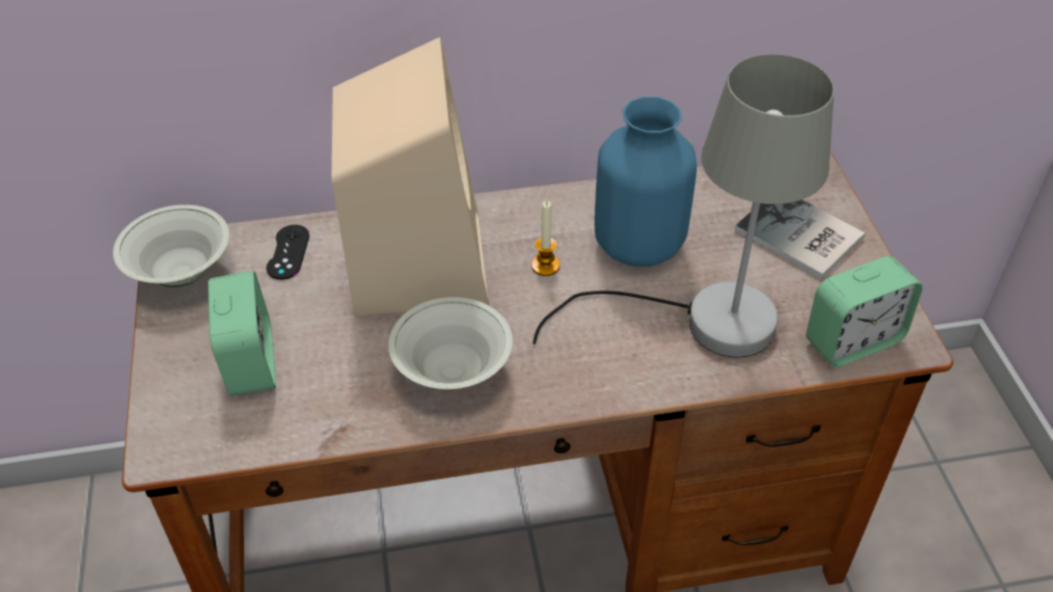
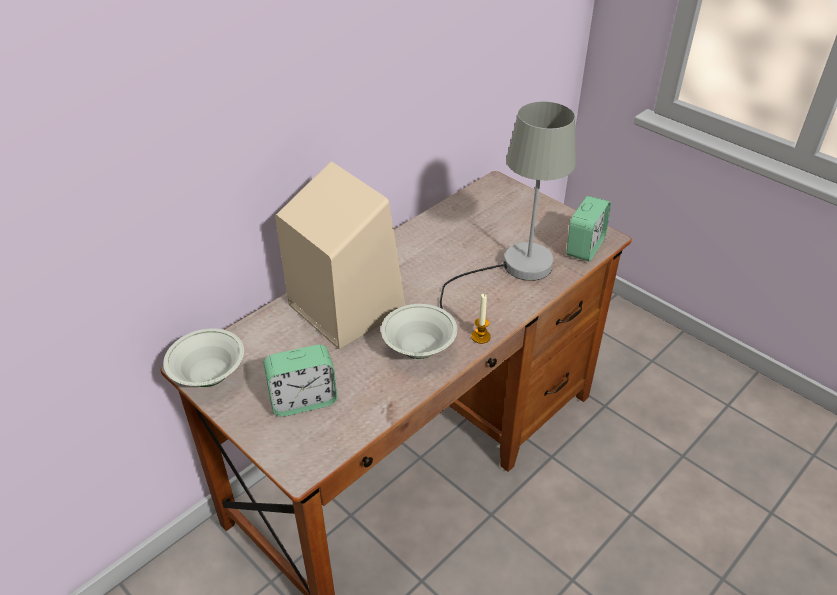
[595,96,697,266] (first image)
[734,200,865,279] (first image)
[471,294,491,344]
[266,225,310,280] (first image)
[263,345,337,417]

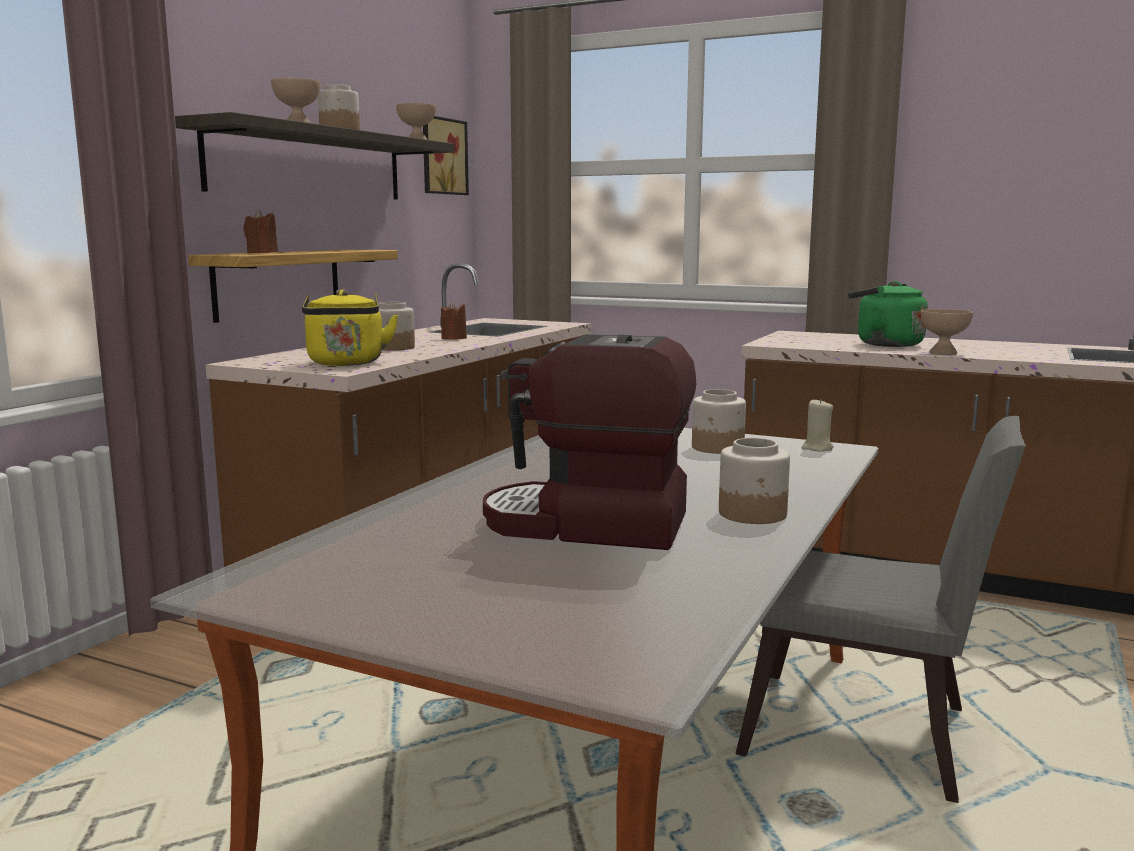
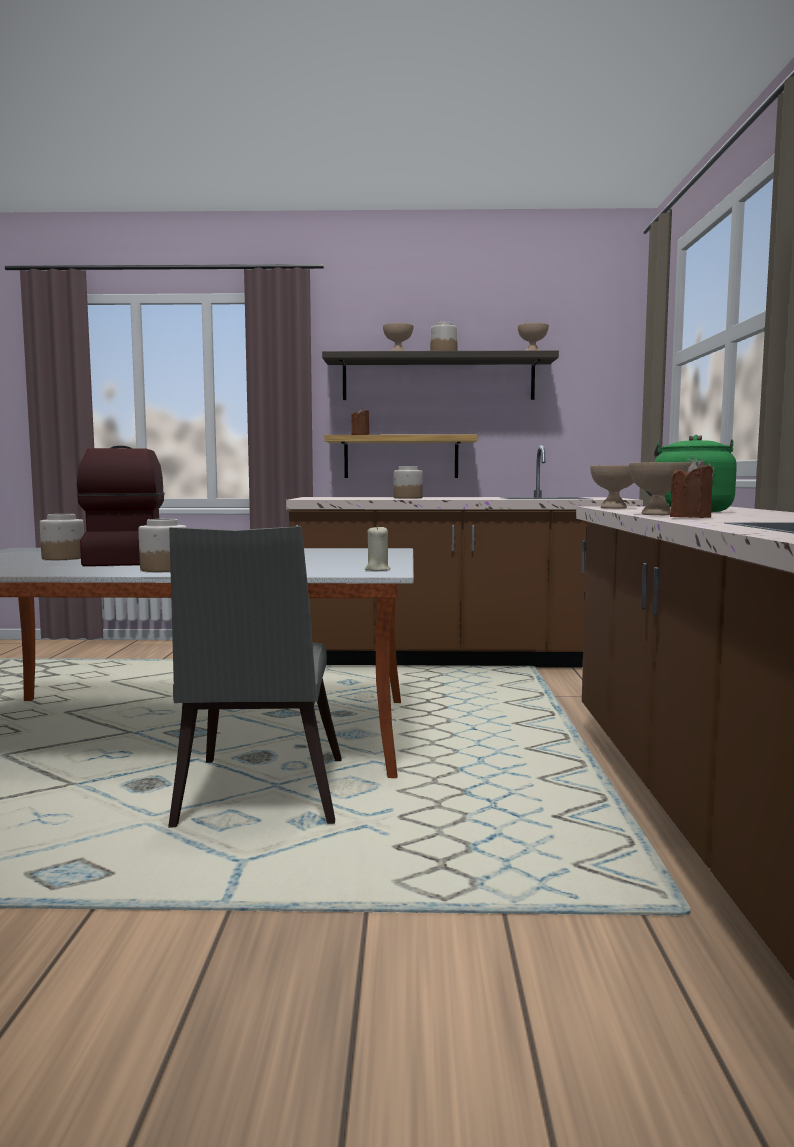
[423,116,469,195] (first image)
[302,290,398,366] (first image)
[670,462,713,518]
[40,514,84,560]
[590,465,634,508]

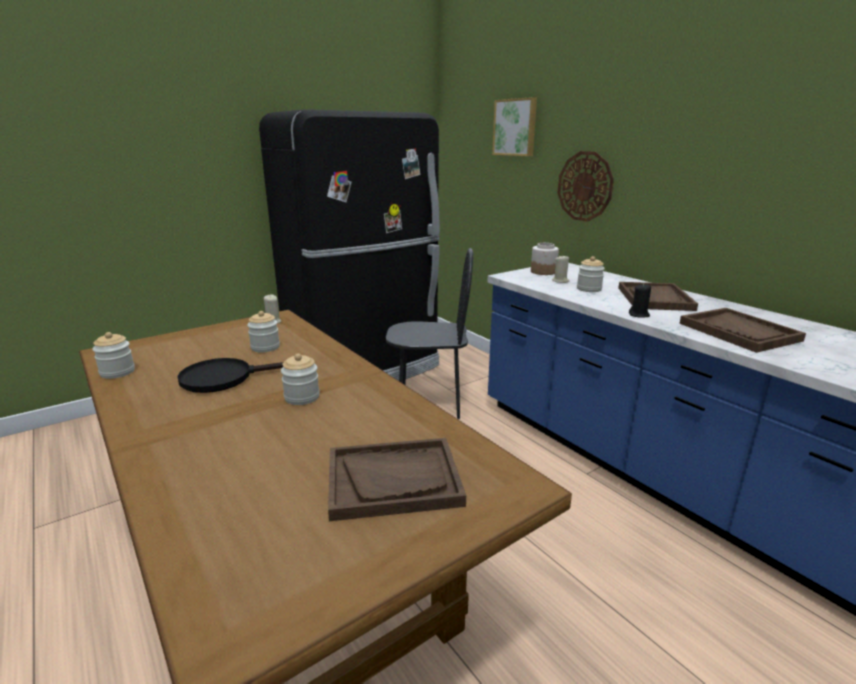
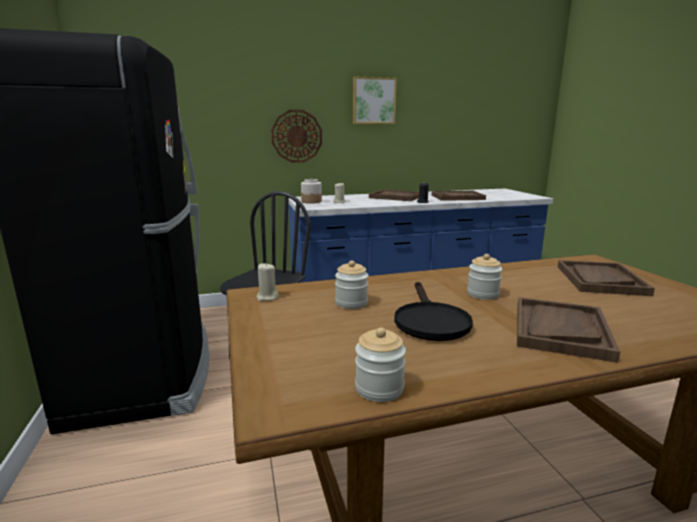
[353,77,397,124]
[577,256,605,292] (first image)
[517,297,620,363]

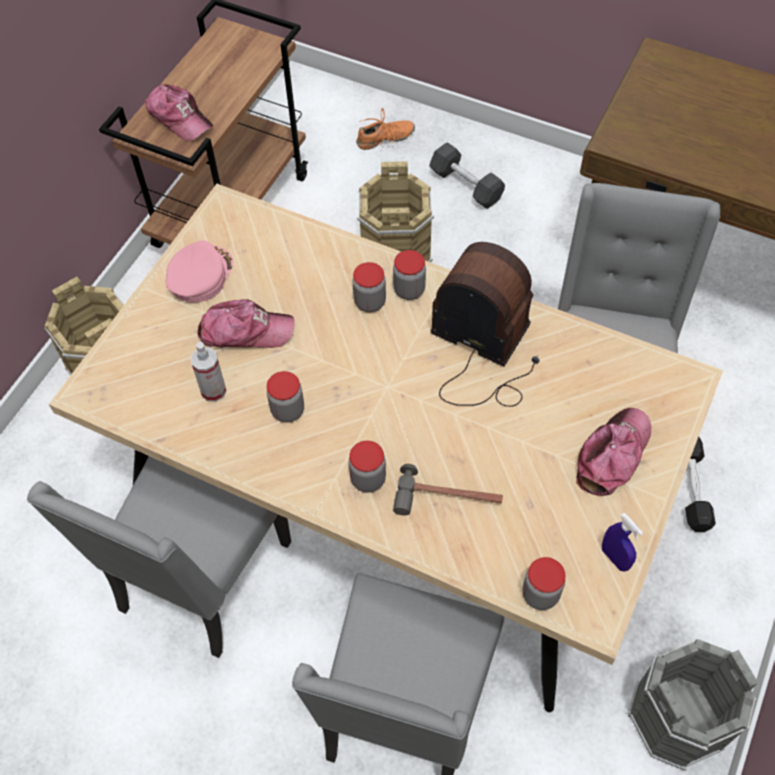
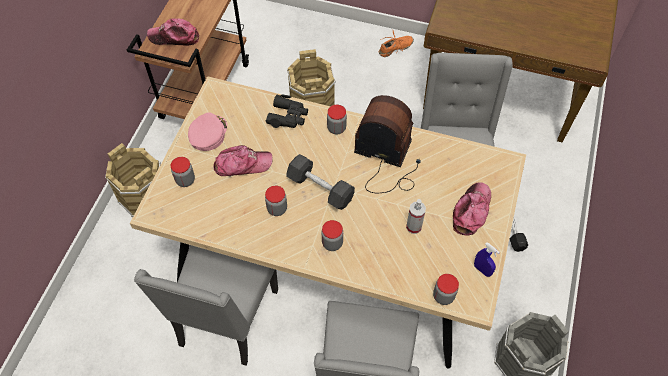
[147,18,199,46]
[379,31,414,57]
[286,154,355,210]
[171,157,195,187]
[406,199,426,234]
[393,464,503,516] (first image)
[266,94,308,128]

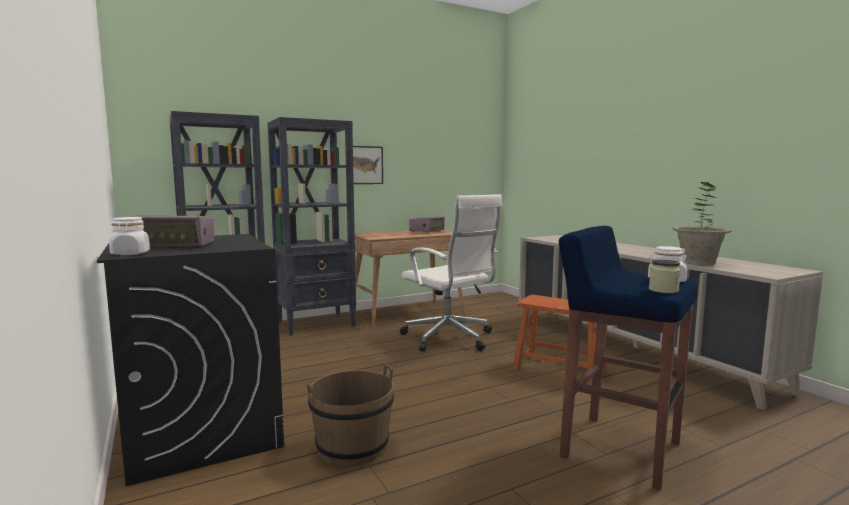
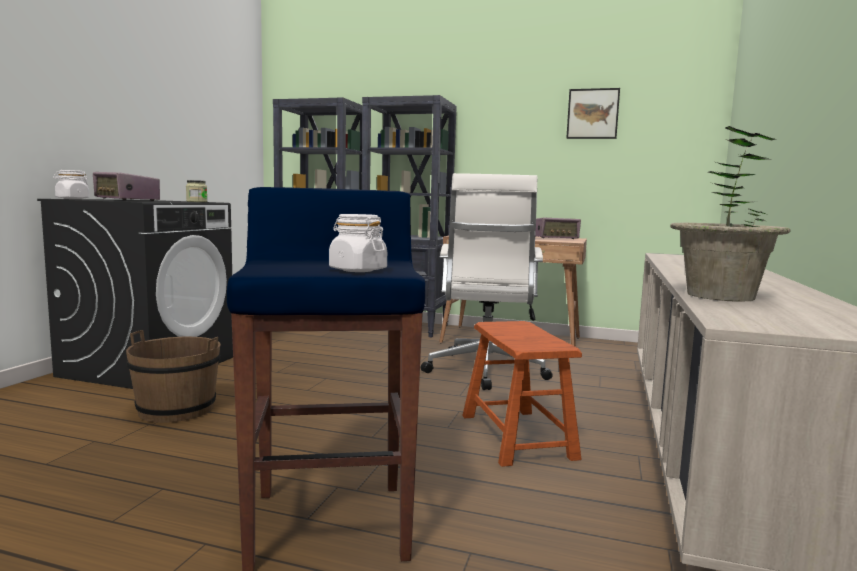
[566,88,620,139]
[186,180,207,202]

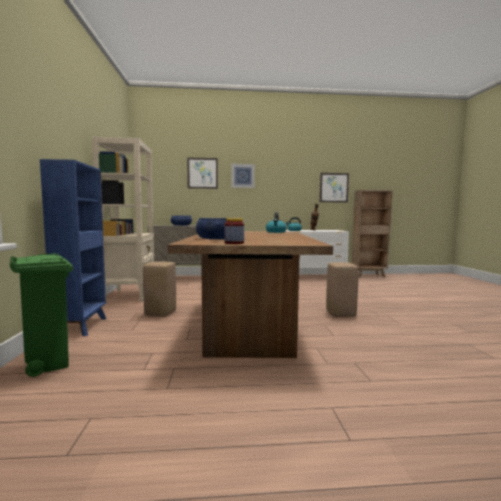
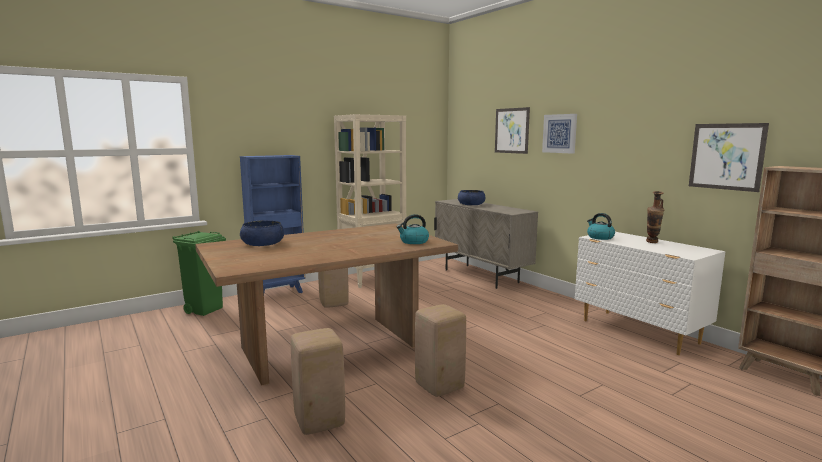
[225,218,244,244] (first image)
[291,328,345,435]

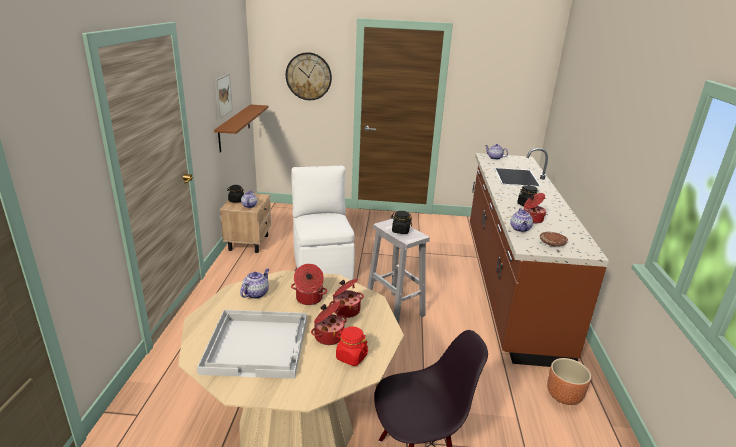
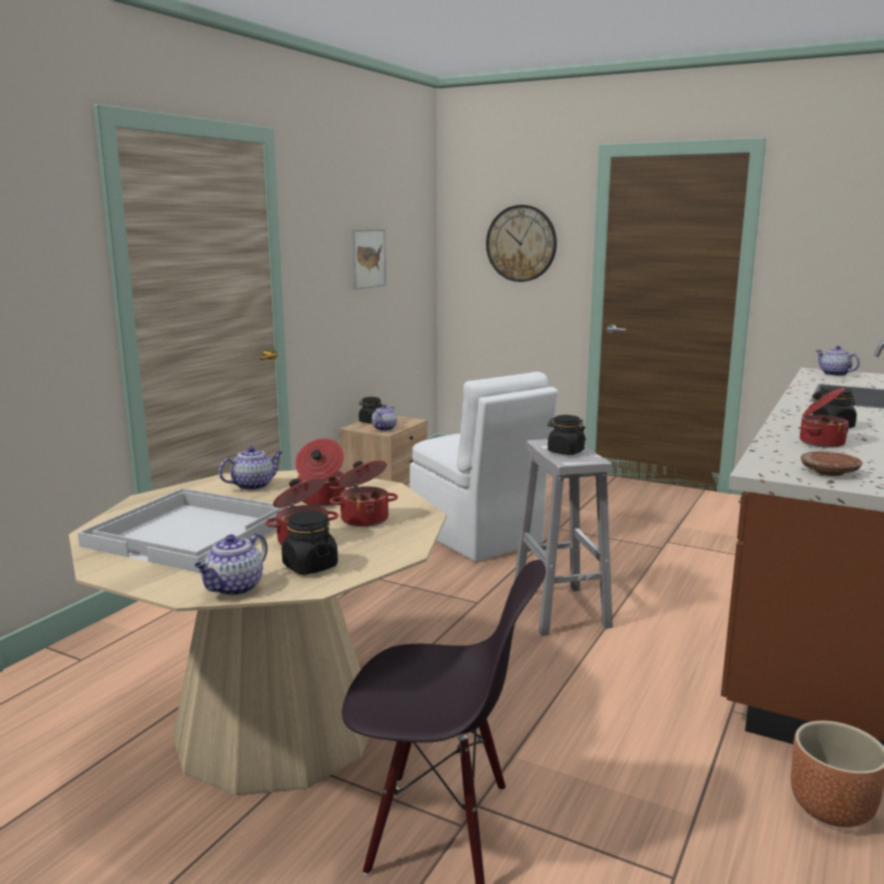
[214,104,269,153] (first image)
[410,372,558,562]
[195,533,268,596]
[282,510,338,575]

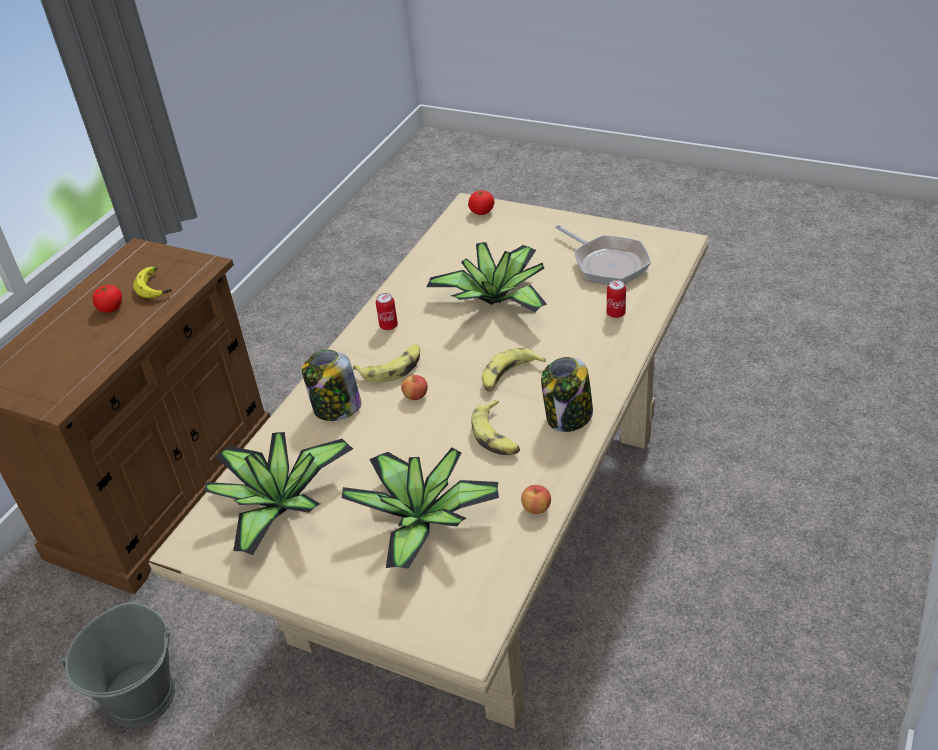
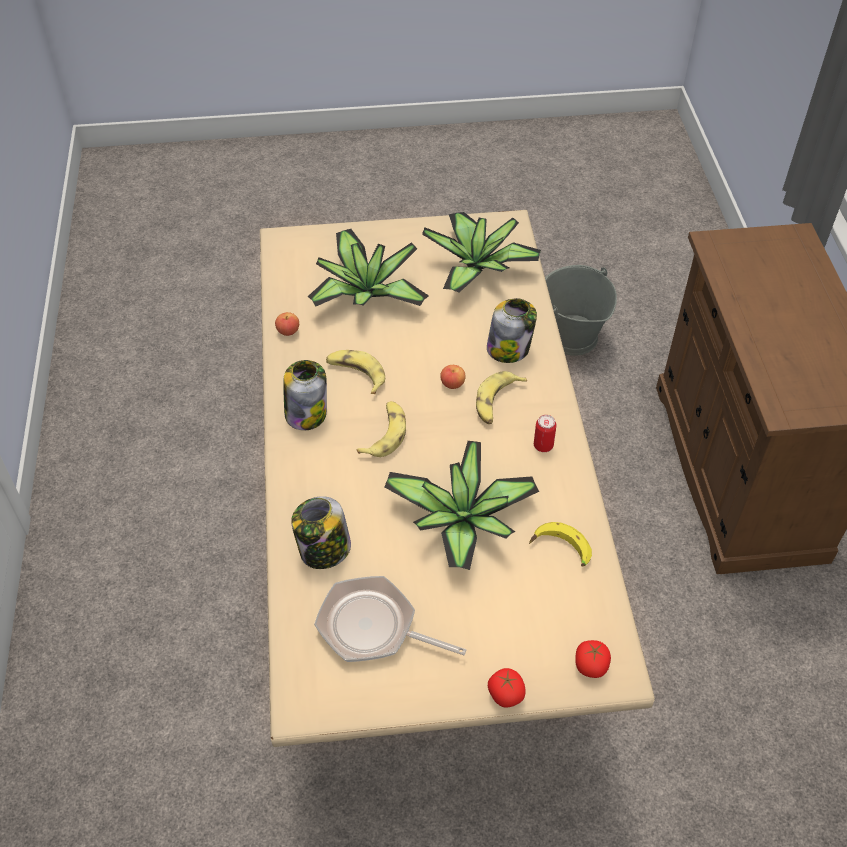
[529,522,592,566]
[291,496,351,569]
[488,668,526,708]

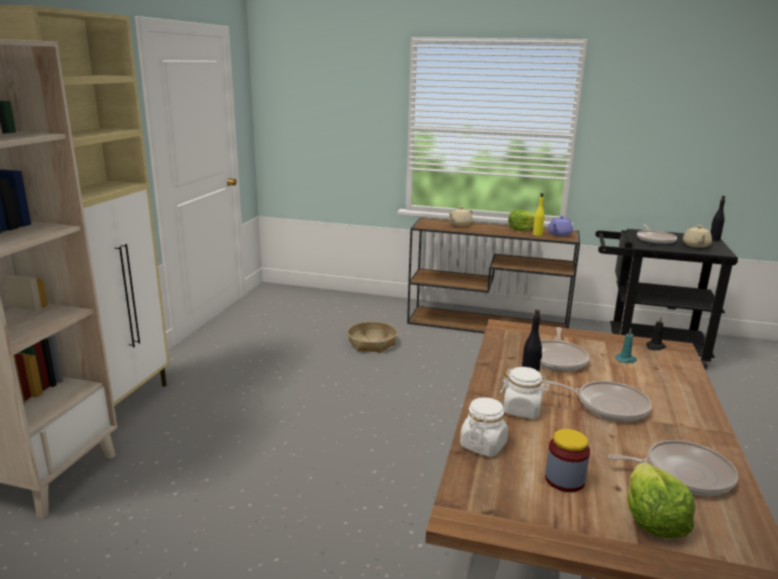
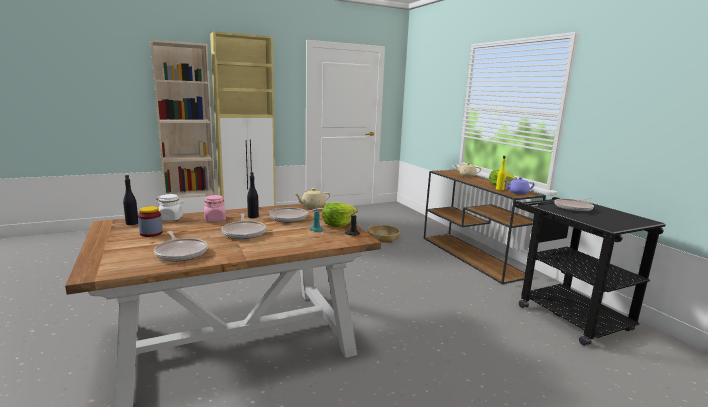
[123,175,138,225]
[295,188,330,208]
[204,195,226,222]
[322,202,357,227]

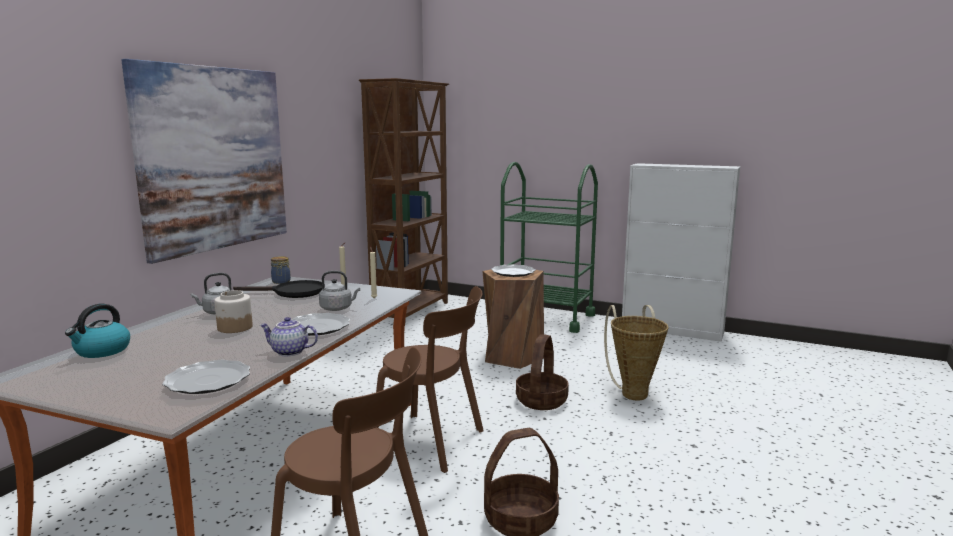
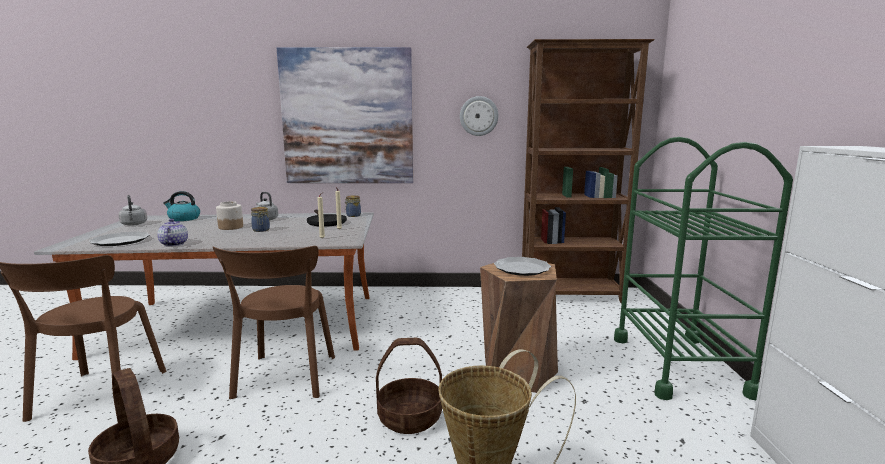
[118,195,147,226]
[291,313,350,336] (first image)
[460,96,498,136]
[251,207,270,232]

